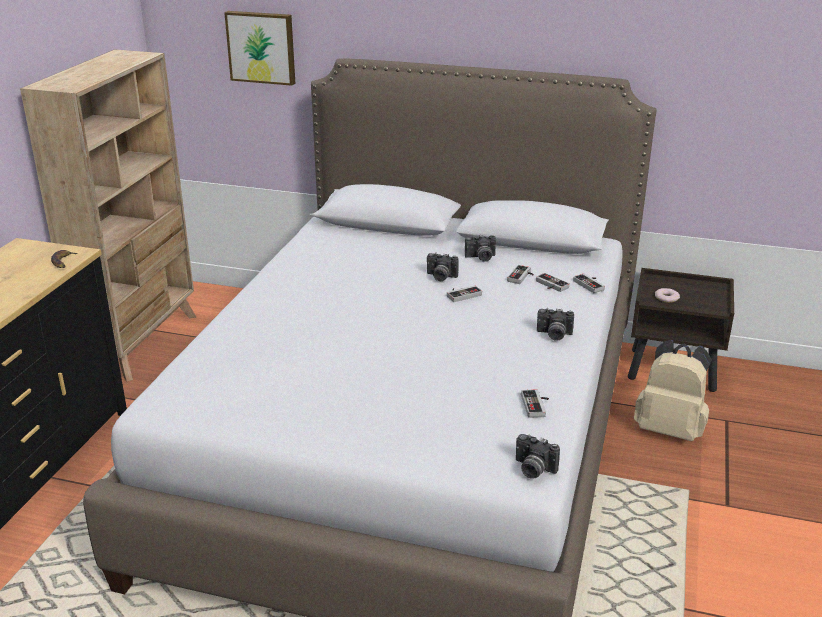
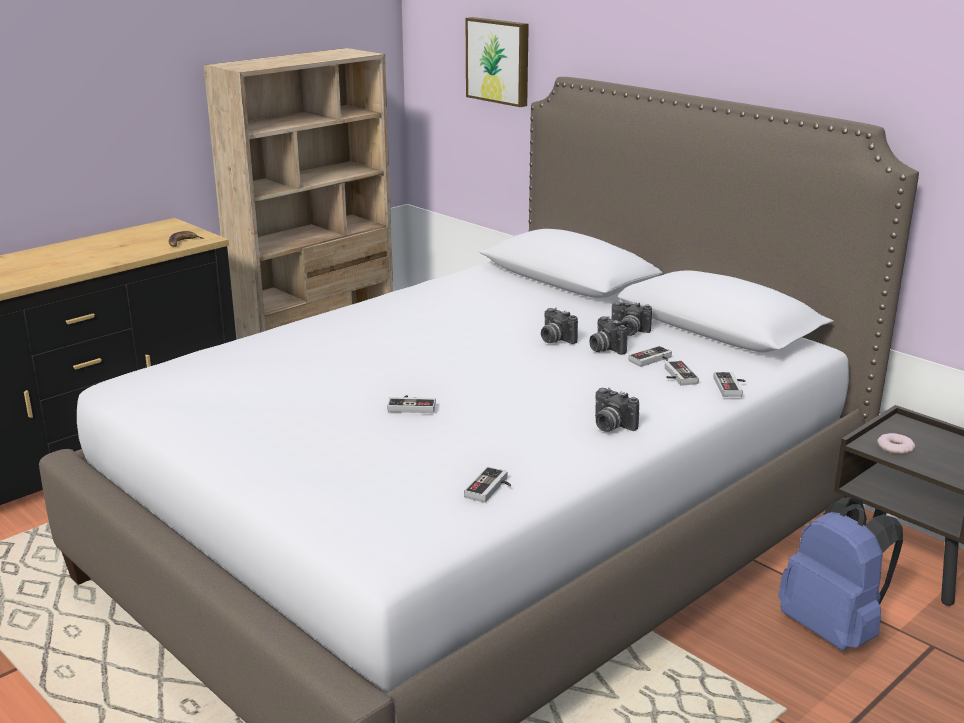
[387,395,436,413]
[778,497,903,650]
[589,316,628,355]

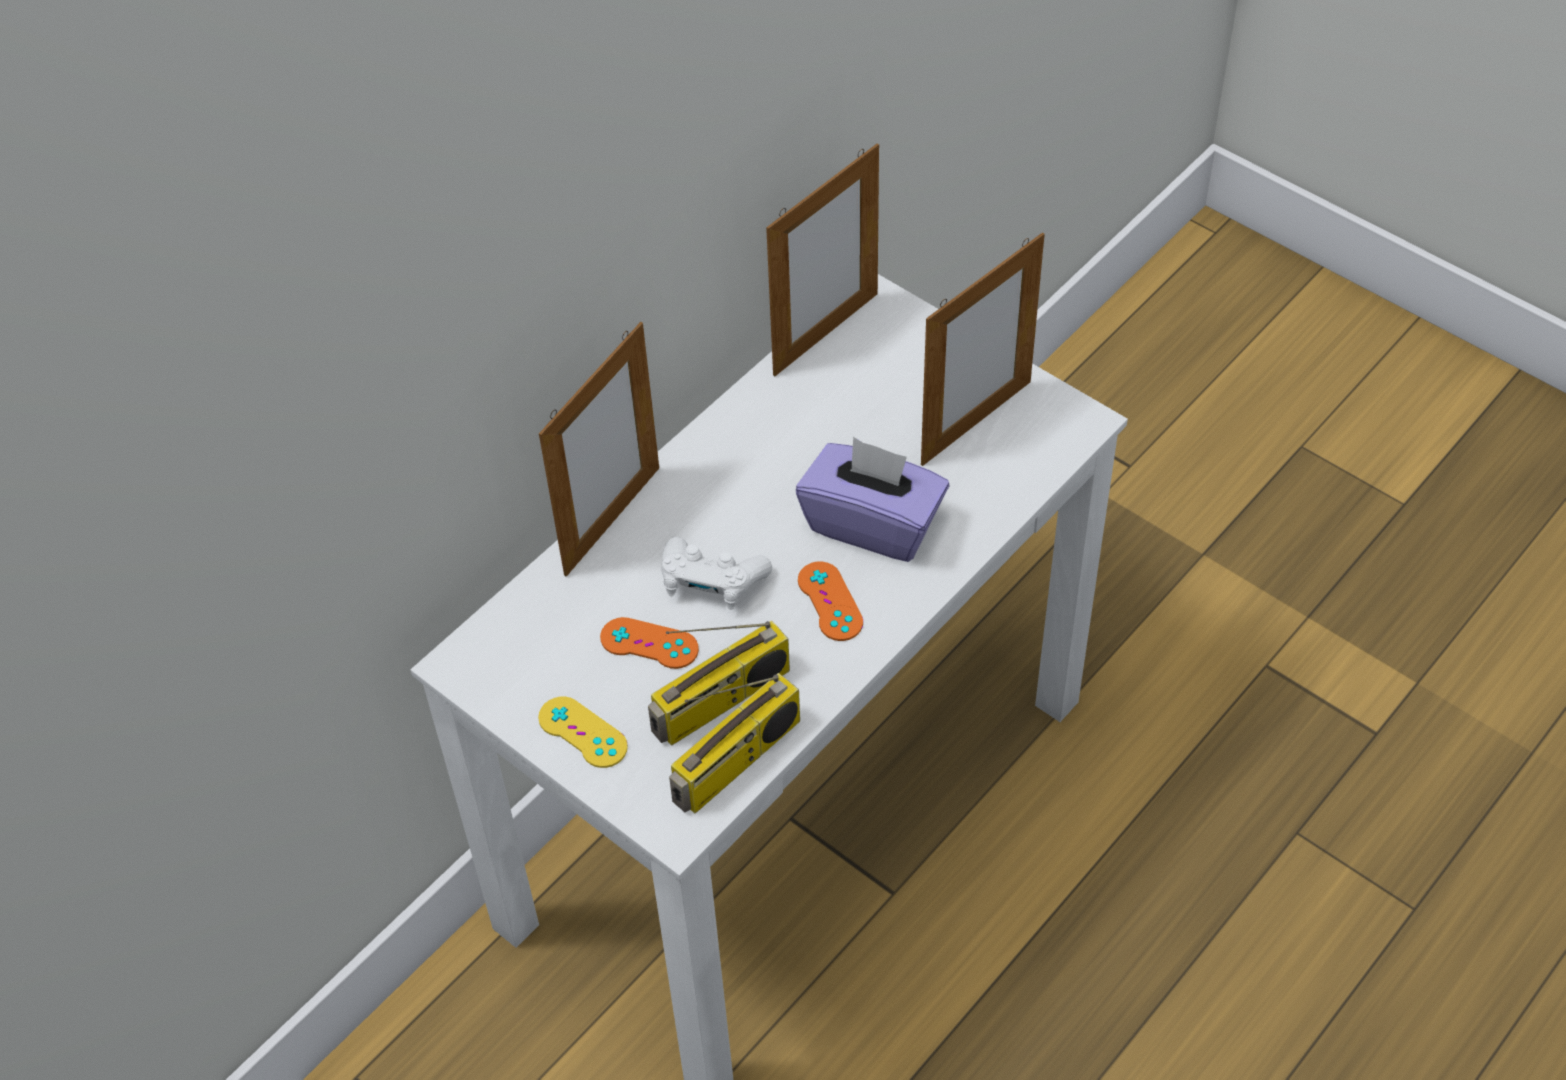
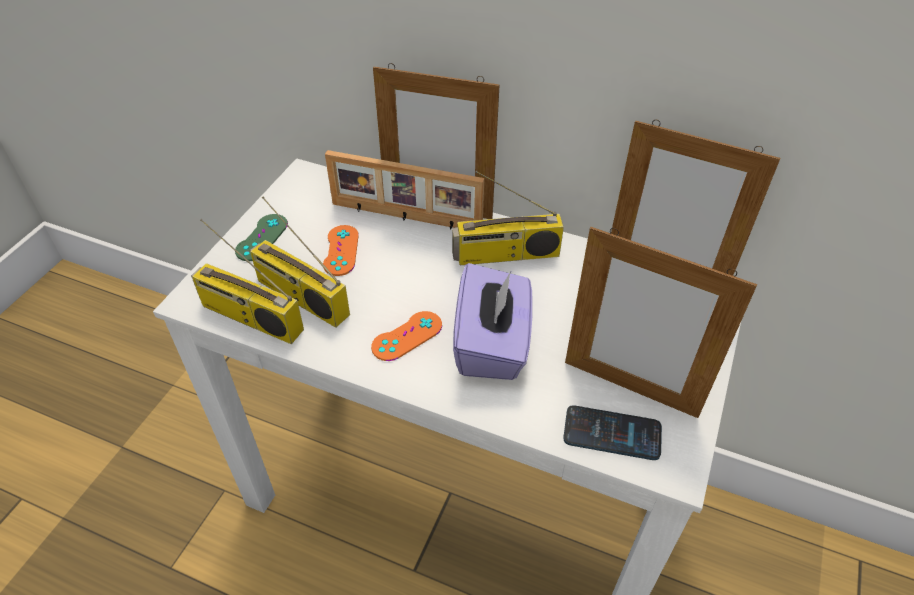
[661,537,772,610] (first image)
[235,214,288,261]
[325,150,485,230]
[452,171,564,265]
[563,405,662,460]

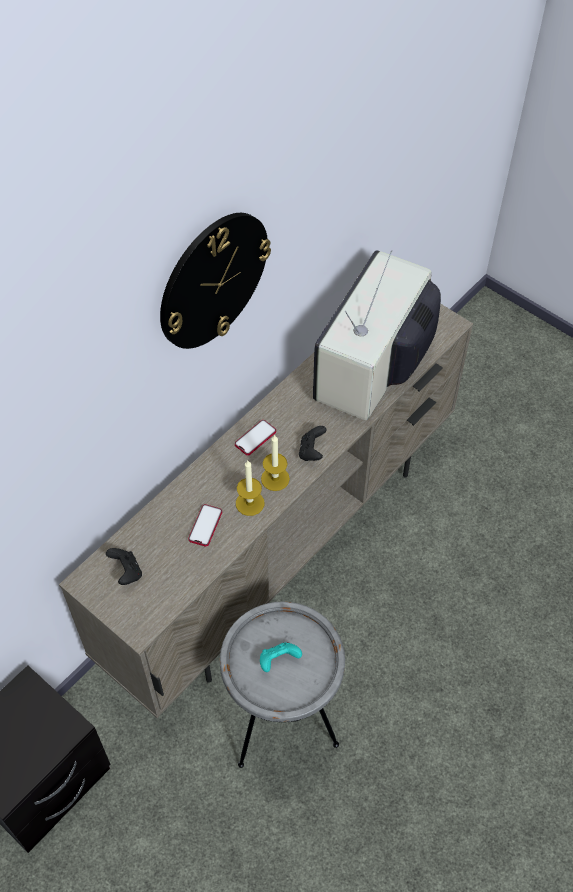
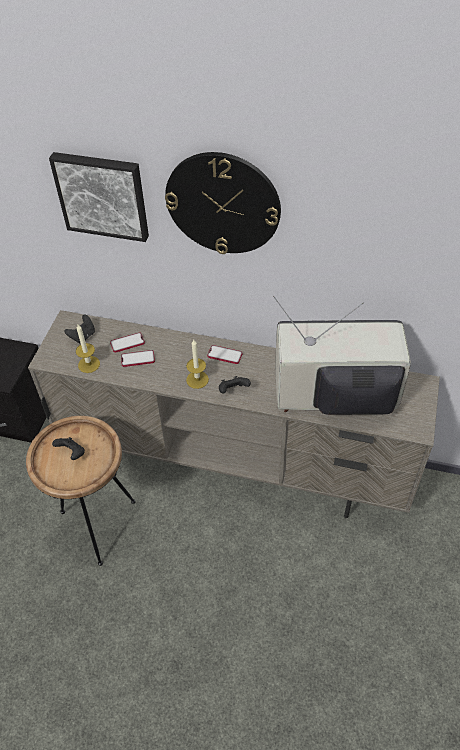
[76,324,100,373]
[26,416,135,566]
[52,437,85,460]
[49,152,149,242]
[110,333,145,353]

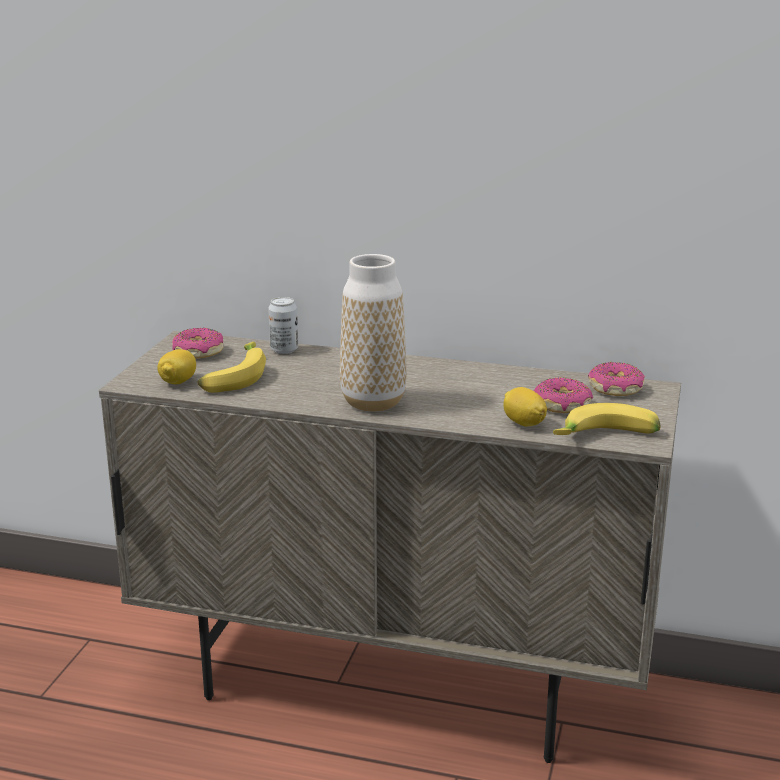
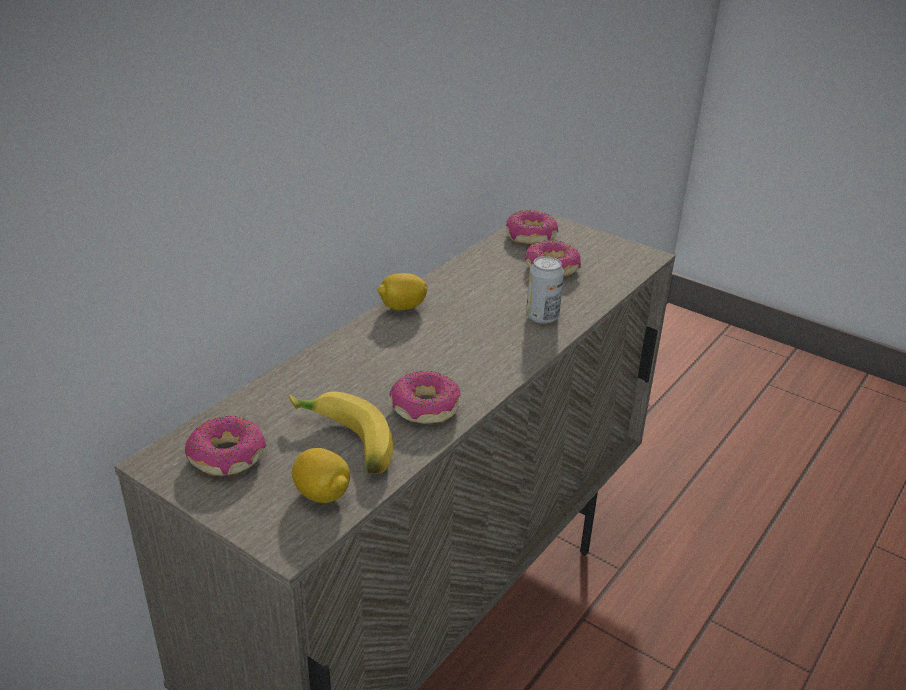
[340,254,407,412] (first image)
[526,256,564,324]
[378,273,427,310]
[553,403,660,435] (first image)
[390,371,461,424]

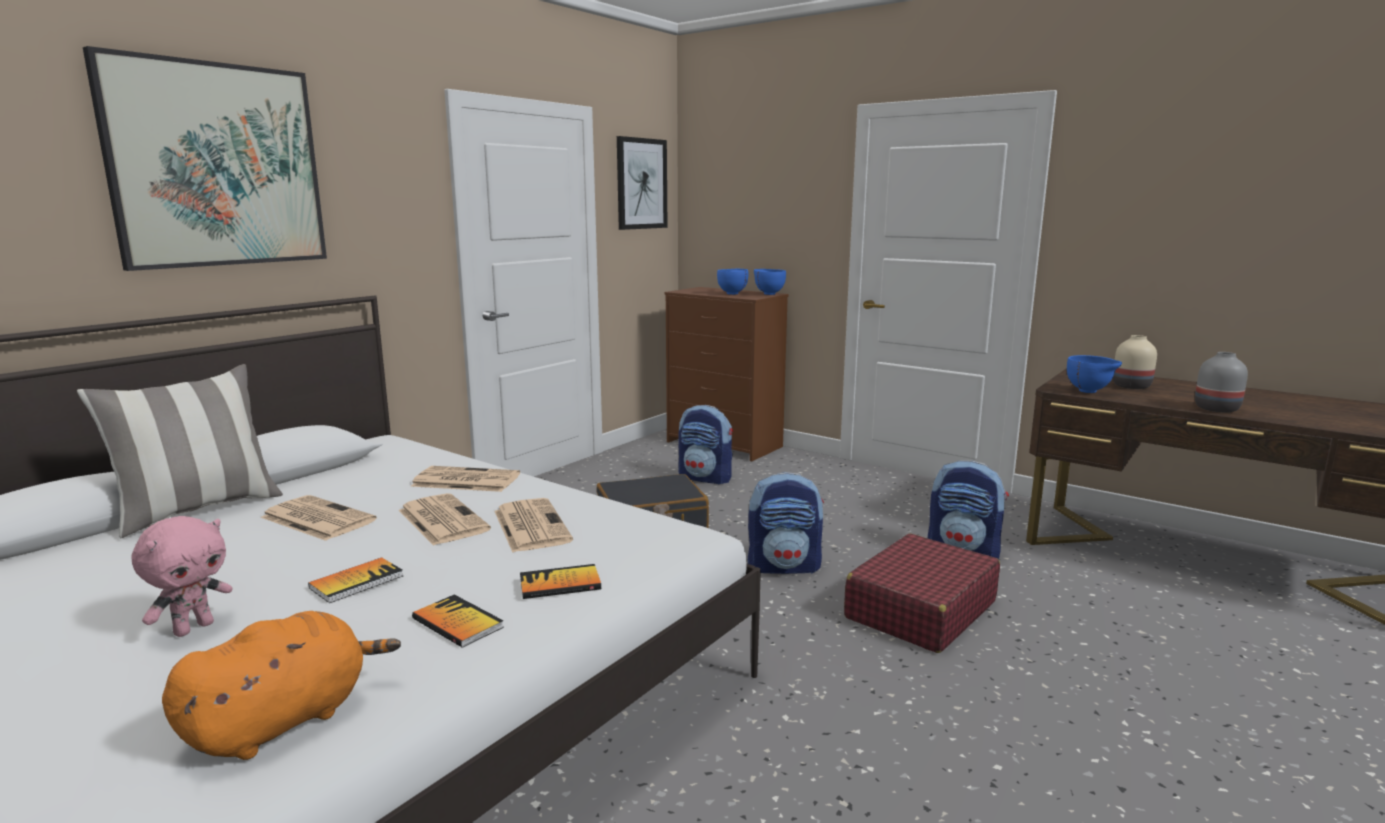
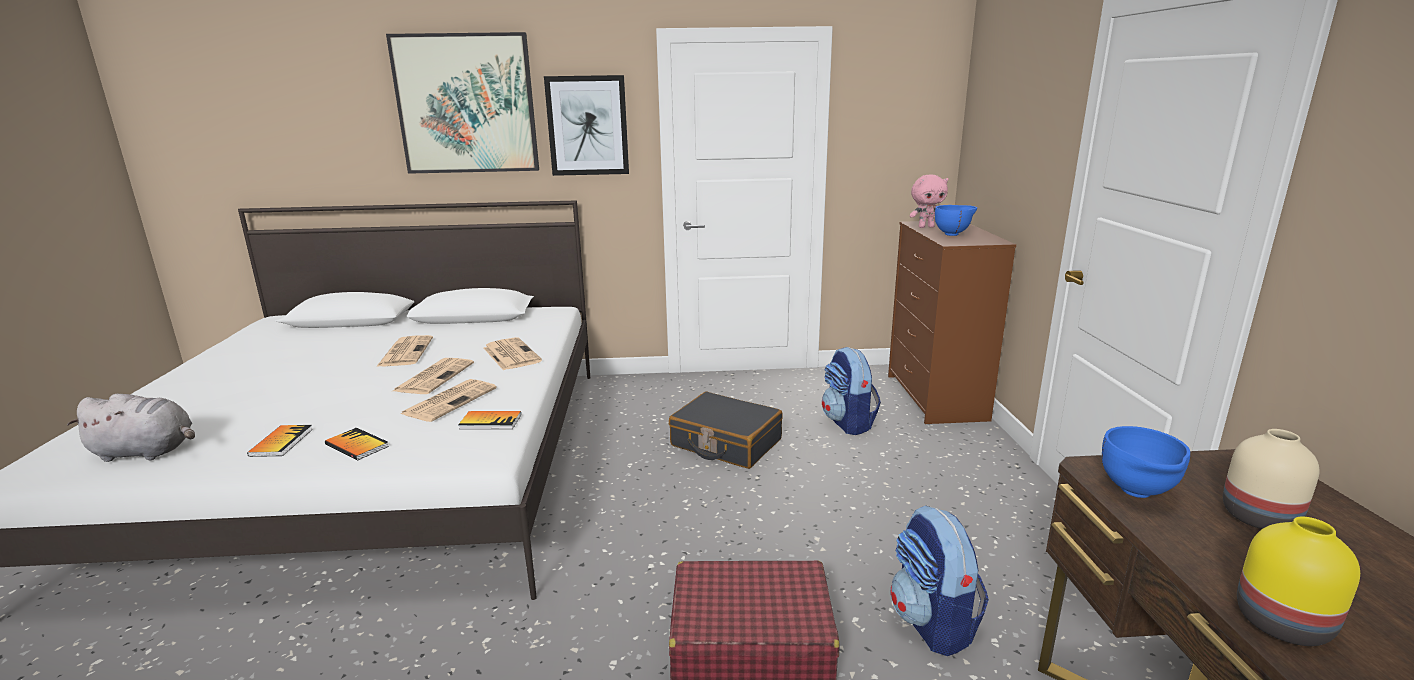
[544,75,629,176]
[754,269,786,295] (first image)
[1237,517,1360,646]
[77,364,283,538] (first image)
[748,472,824,574] (first image)
[909,175,948,228]
[458,411,521,429]
[67,394,195,462]

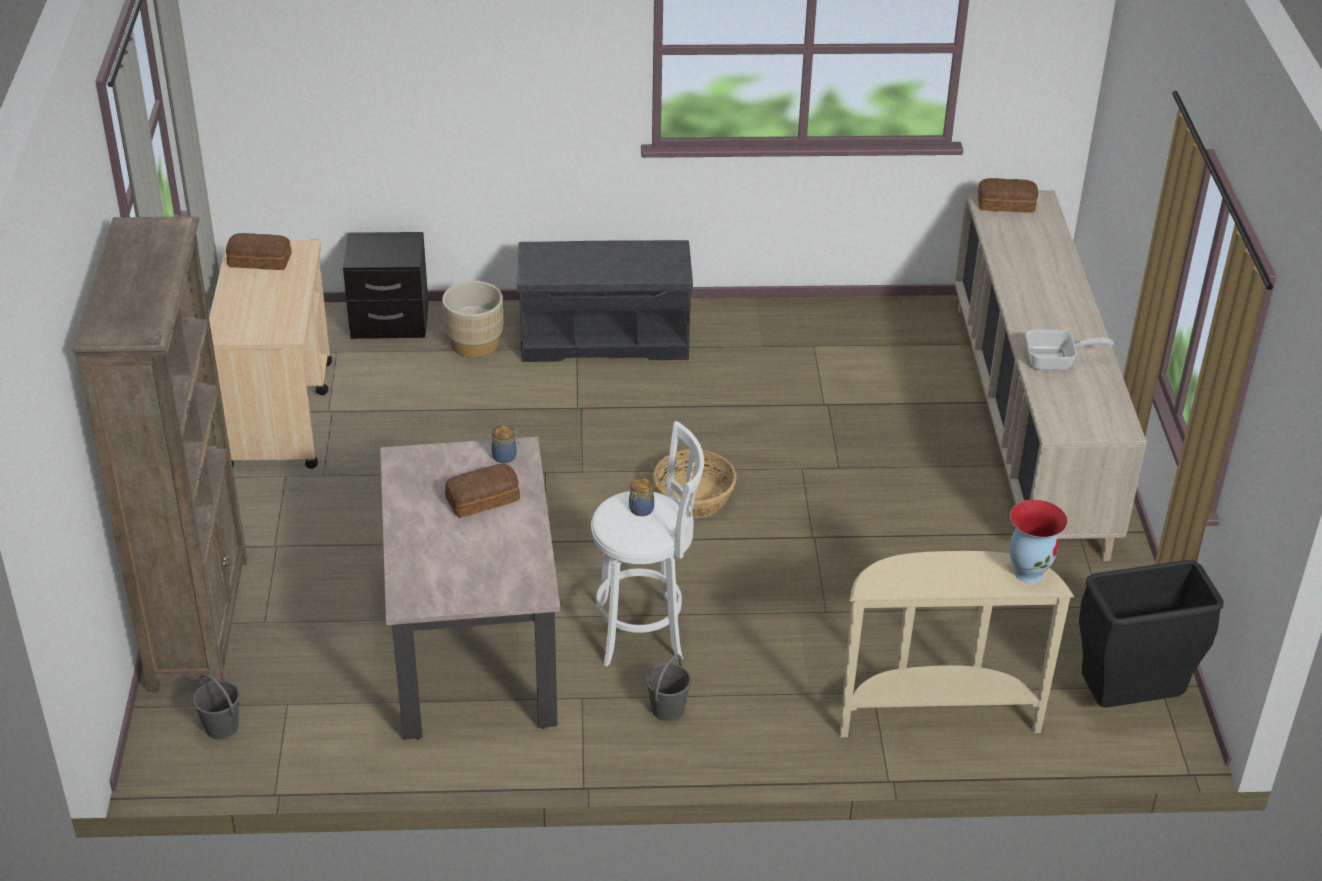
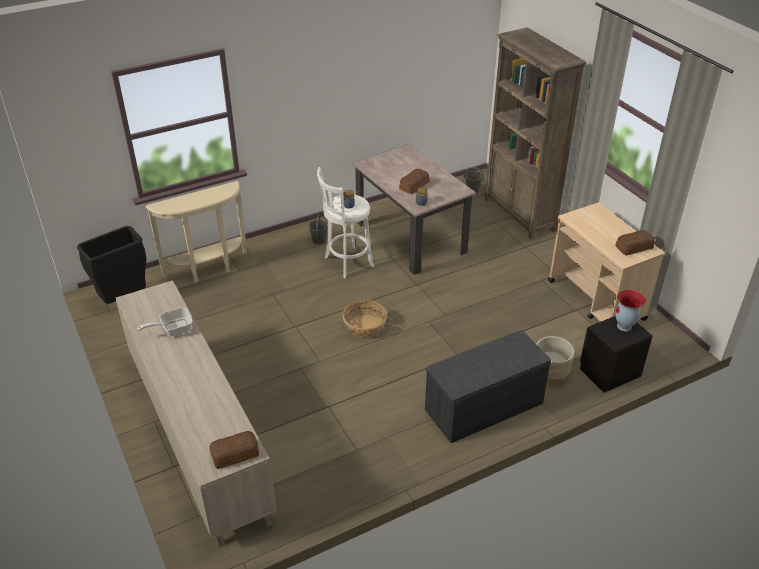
[615,290,646,331]

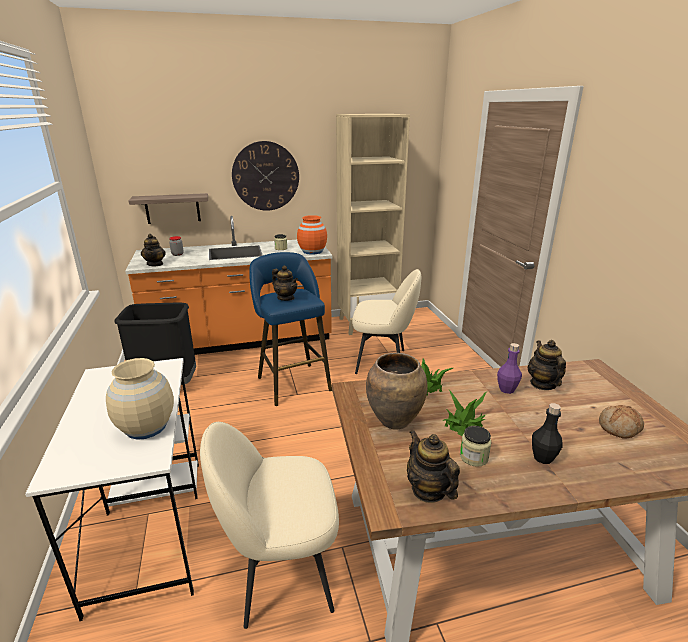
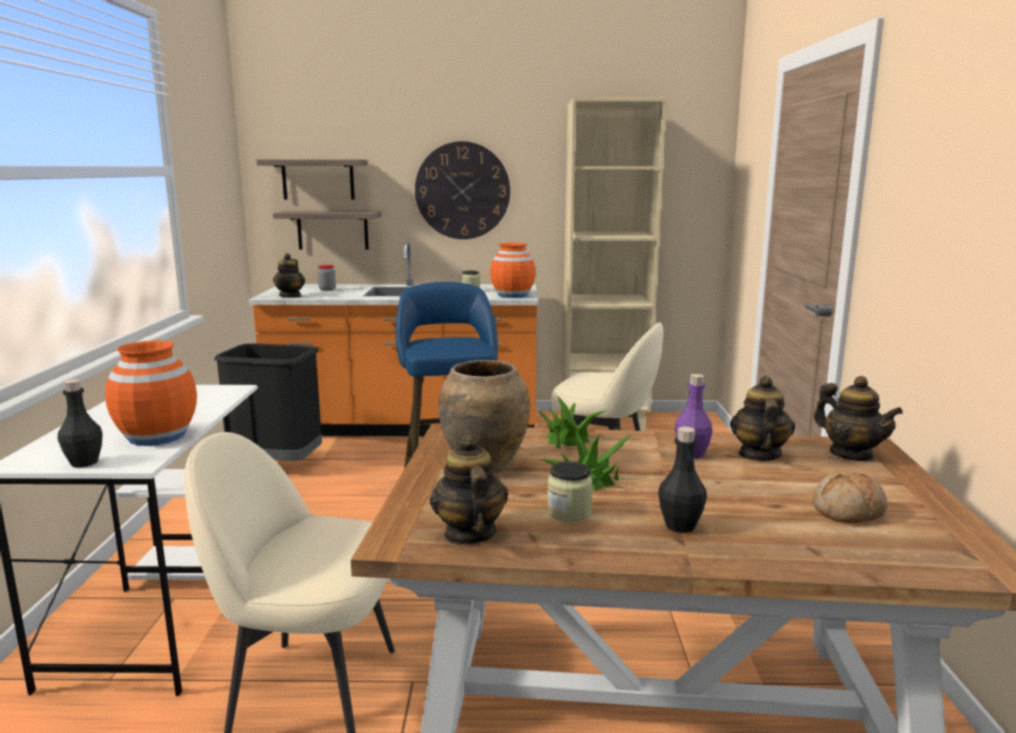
[814,376,903,461]
[105,340,197,446]
[256,159,367,199]
[58,379,103,468]

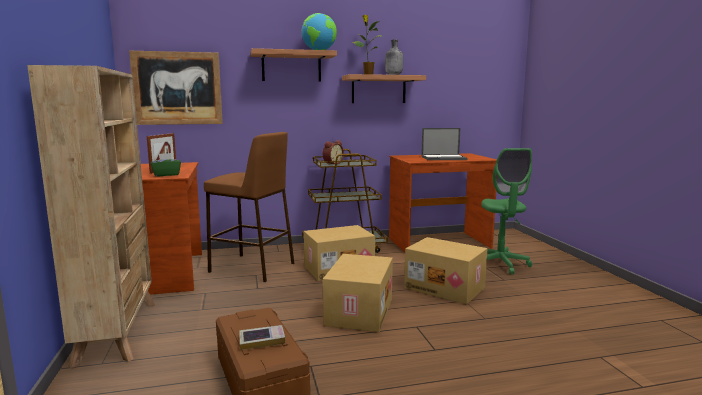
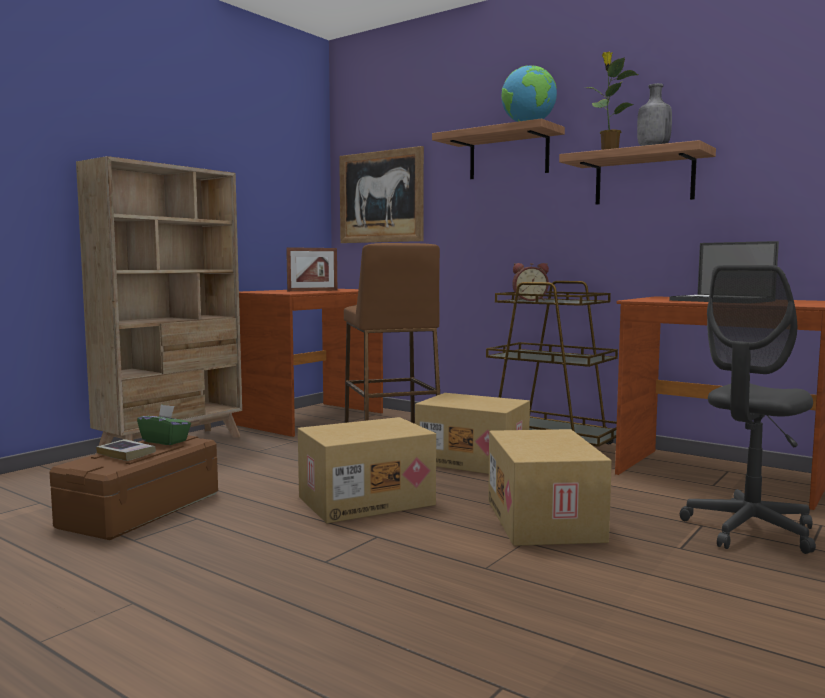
[680,265,816,554]
[137,404,191,445]

